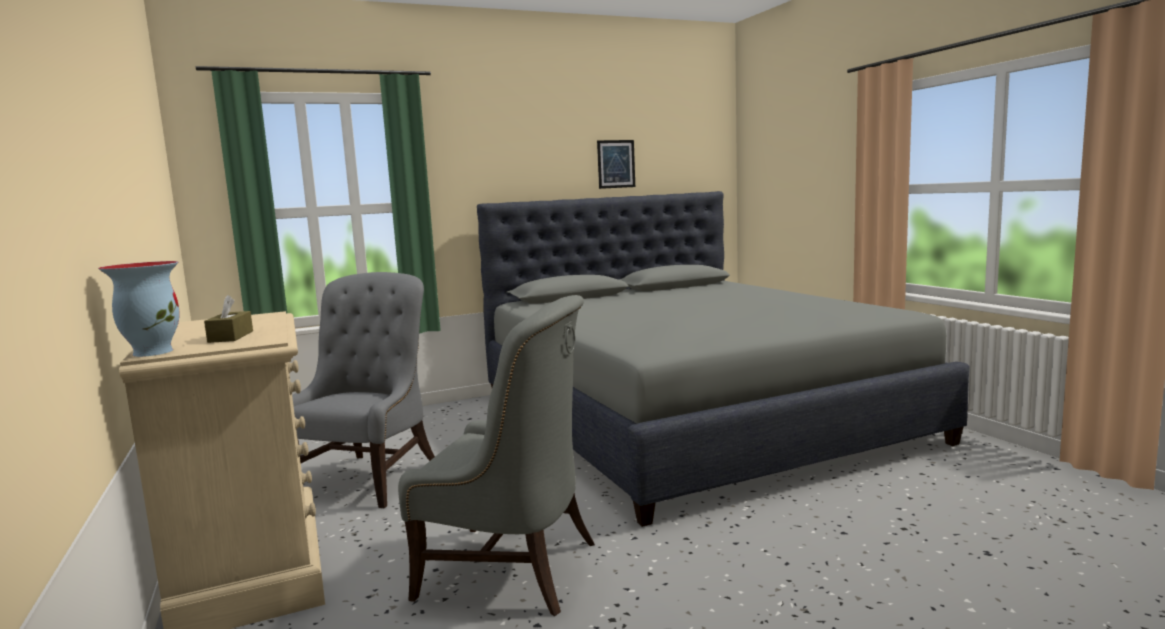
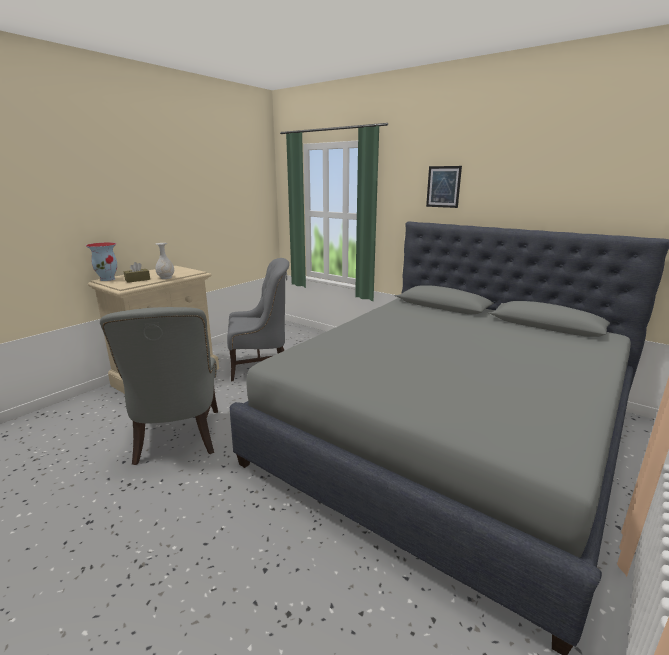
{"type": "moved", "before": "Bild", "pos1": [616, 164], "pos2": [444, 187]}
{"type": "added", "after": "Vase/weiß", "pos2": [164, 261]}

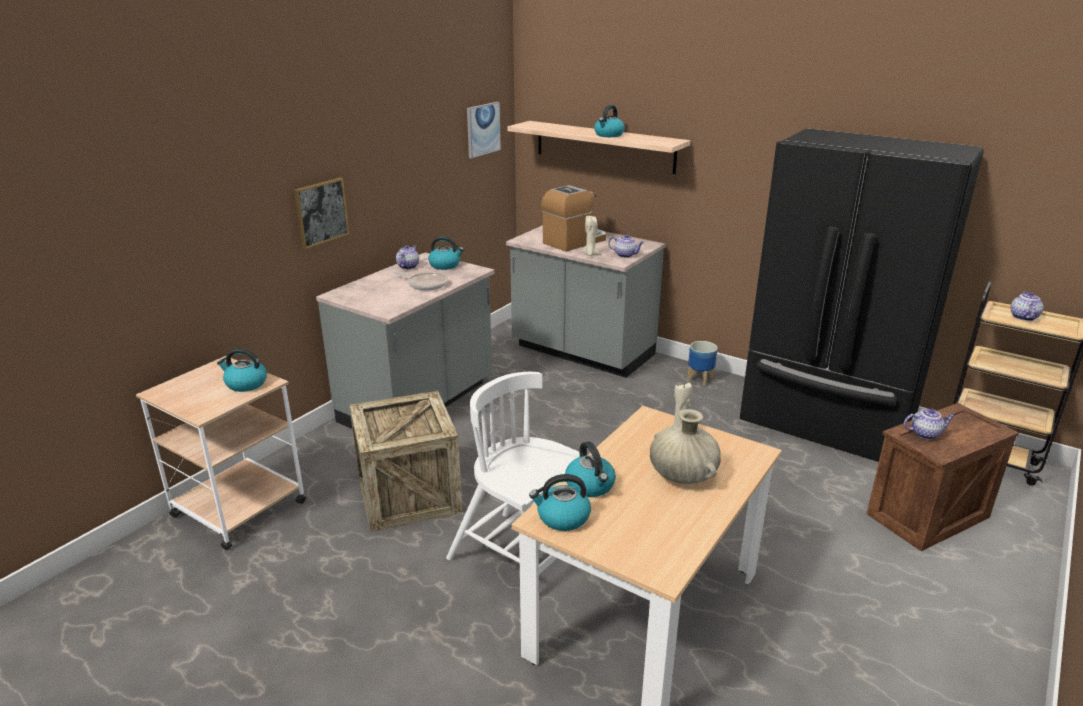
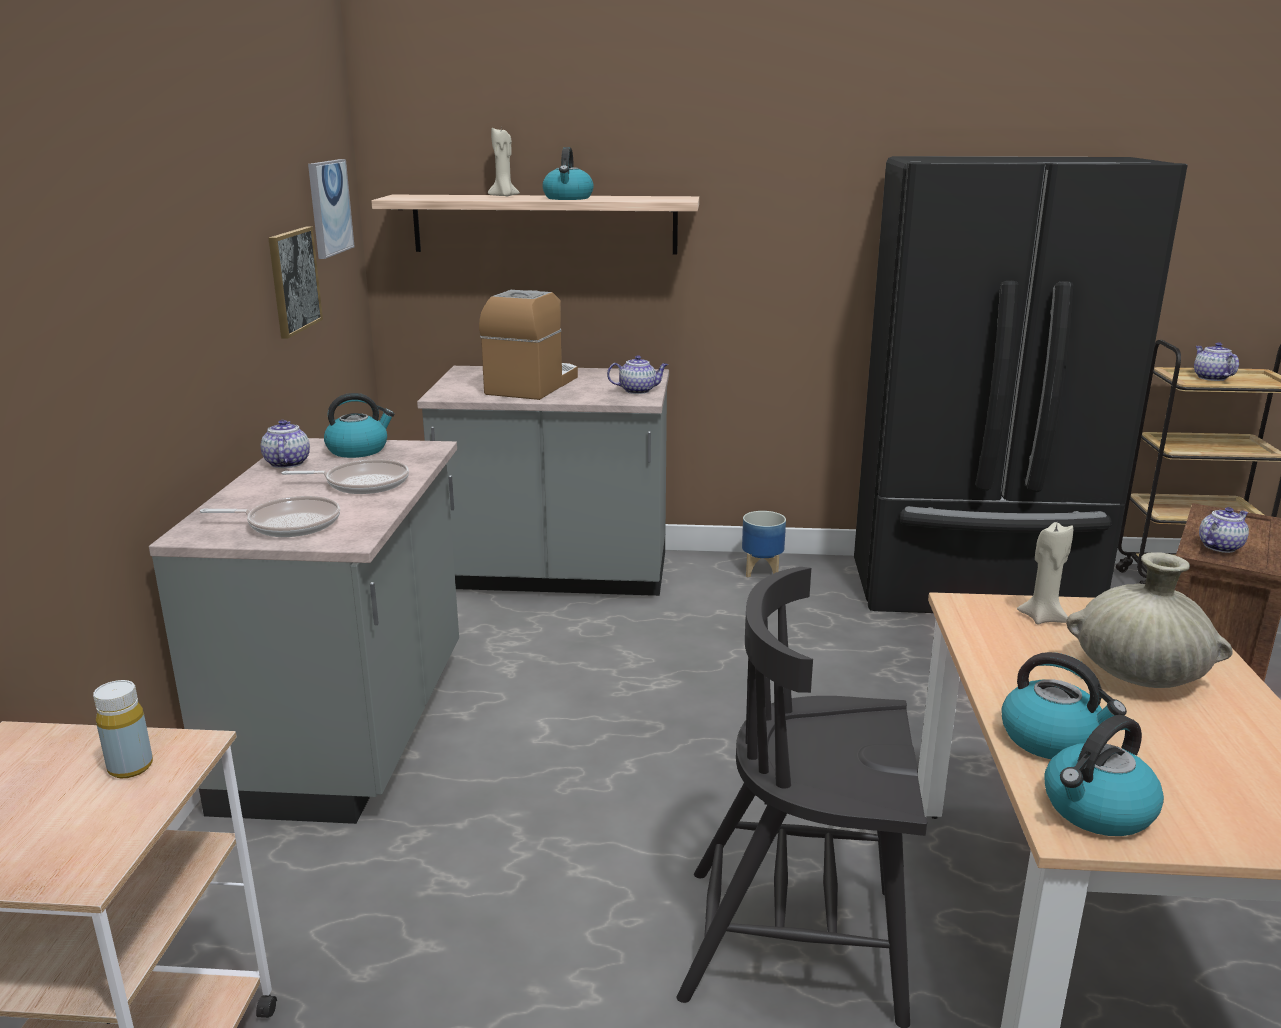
{"type": "moved", "before": "Bild", "pos1": [321, 213], "pos2": [295, 282]}
{"type": "moved", "before": "Kerze/beige", "pos1": [590, 236], "pos2": [504, 162]}
{"type": "replaced", "before": "Wasserkessel", "after": "Flasche/gelb", "pos1": [242, 370], "pos2": [123, 729]}
{"type": "recoloured", "before": "Stuhl/weiß", "after": "Stuhl/schwarz", "pos1": [513, 473], "pos2": [801, 797]}
{"type": "removed", "before": "Kiste", "pos1": [406, 461]}
{"type": "added", "after": "Pfanne", "pos2": [270, 516]}

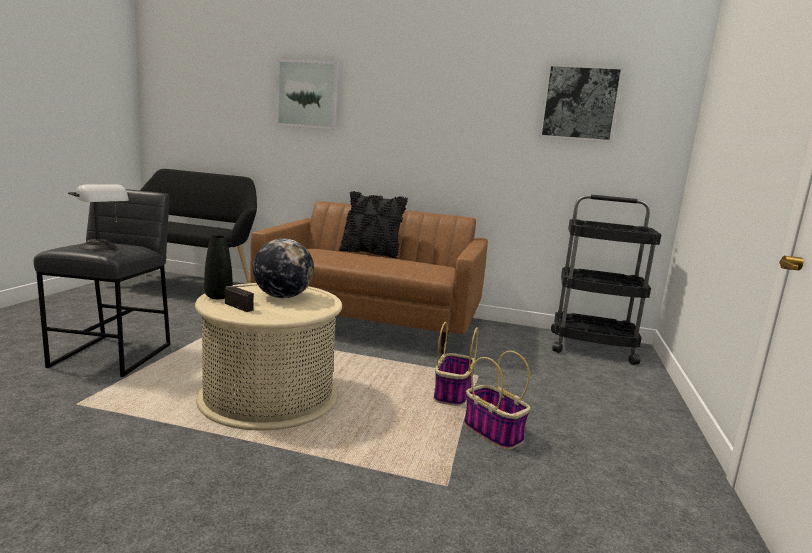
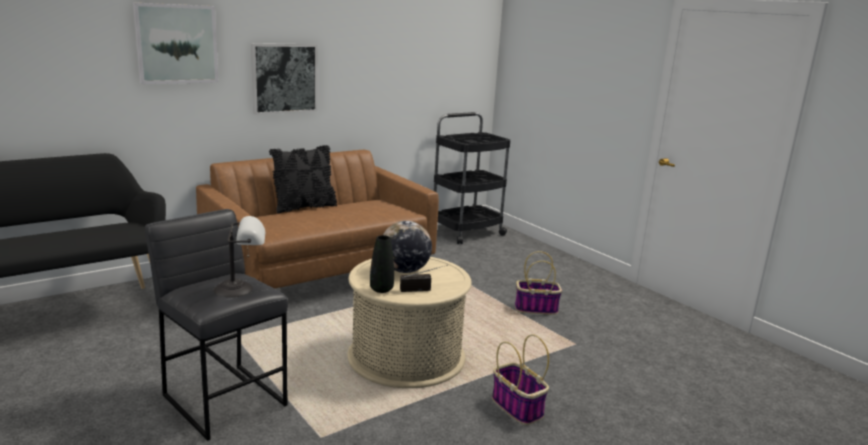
{"type": "moved", "before": "Bild", "pos1": [581, 103], "pos2": [284, 79]}
{"type": "moved", "before": "Korb", "pos1": [456, 364], "pos2": [520, 379]}

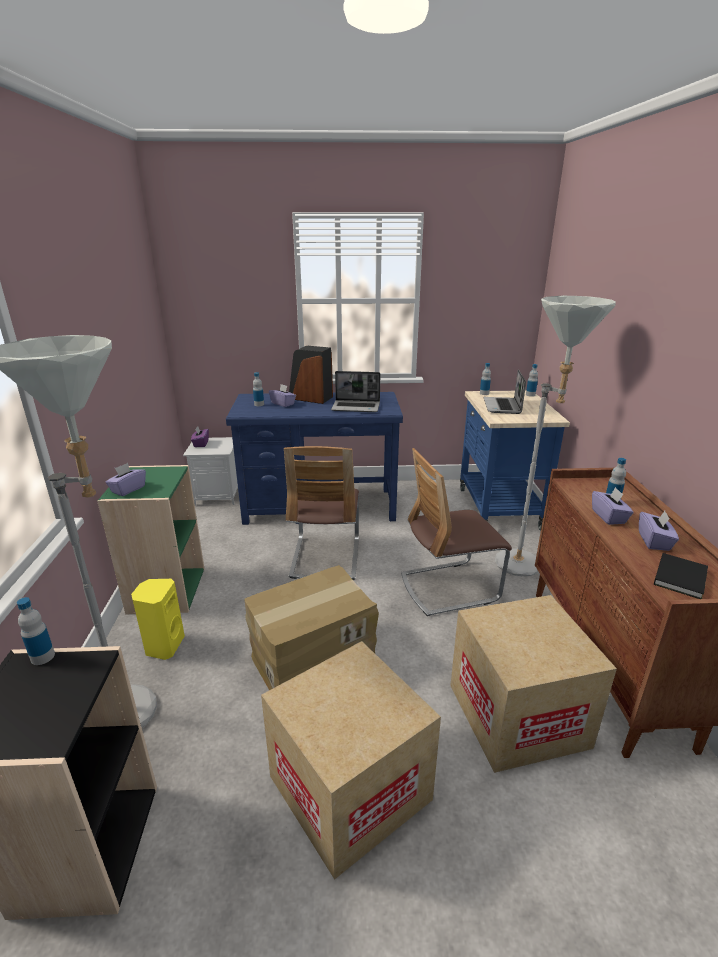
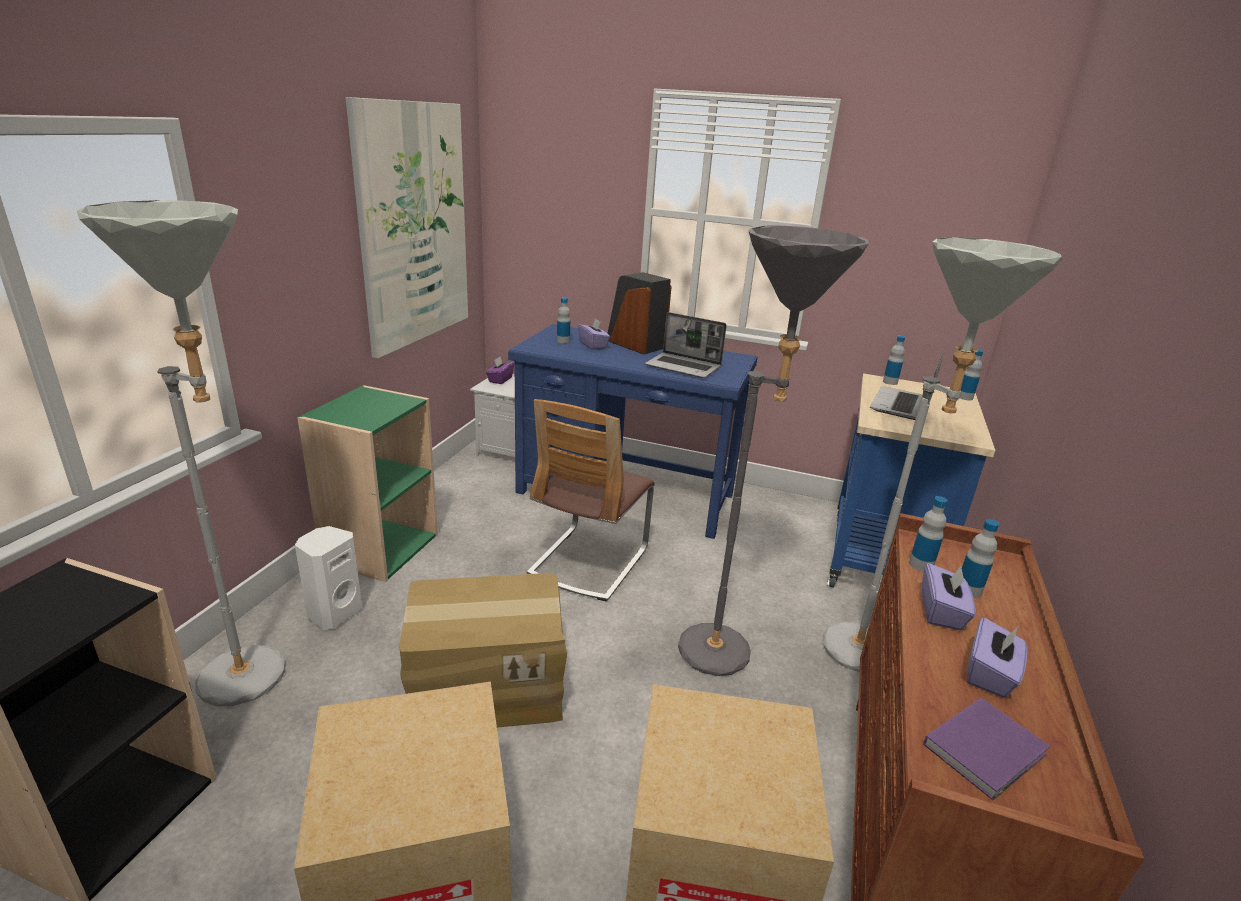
{"type": "replaced", "before": "Stuhl", "after": "Stehlampe/grau", "pos1": [456, 532], "pos2": [773, 451]}
{"type": "removed", "before": "Taschentuchbox/lila", "pos1": [126, 479]}
{"type": "recoloured", "before": "Buch/schwarz", "after": "Buch/lila", "pos1": [681, 576], "pos2": [987, 749]}
{"type": "recoloured", "before": "Lautsprecher/gelb", "after": "Lautsprecher/weiß", "pos1": [158, 619], "pos2": [328, 578]}
{"type": "moved", "before": "Flasche", "pos1": [36, 631], "pos2": [928, 534]}
{"type": "added", "after": "Bild", "pos2": [407, 228]}

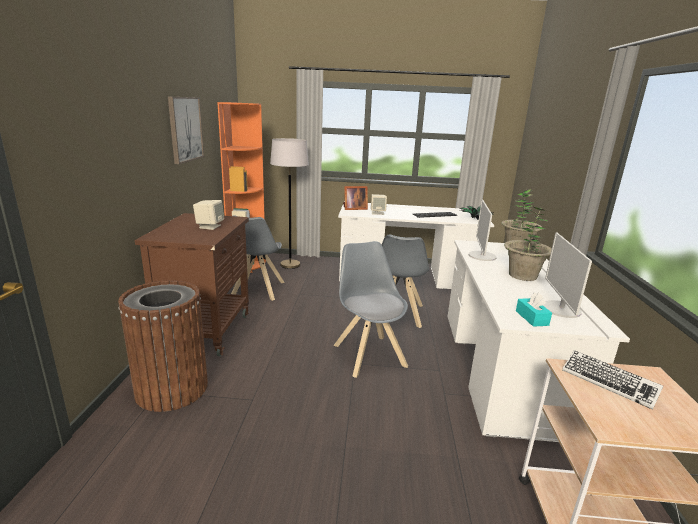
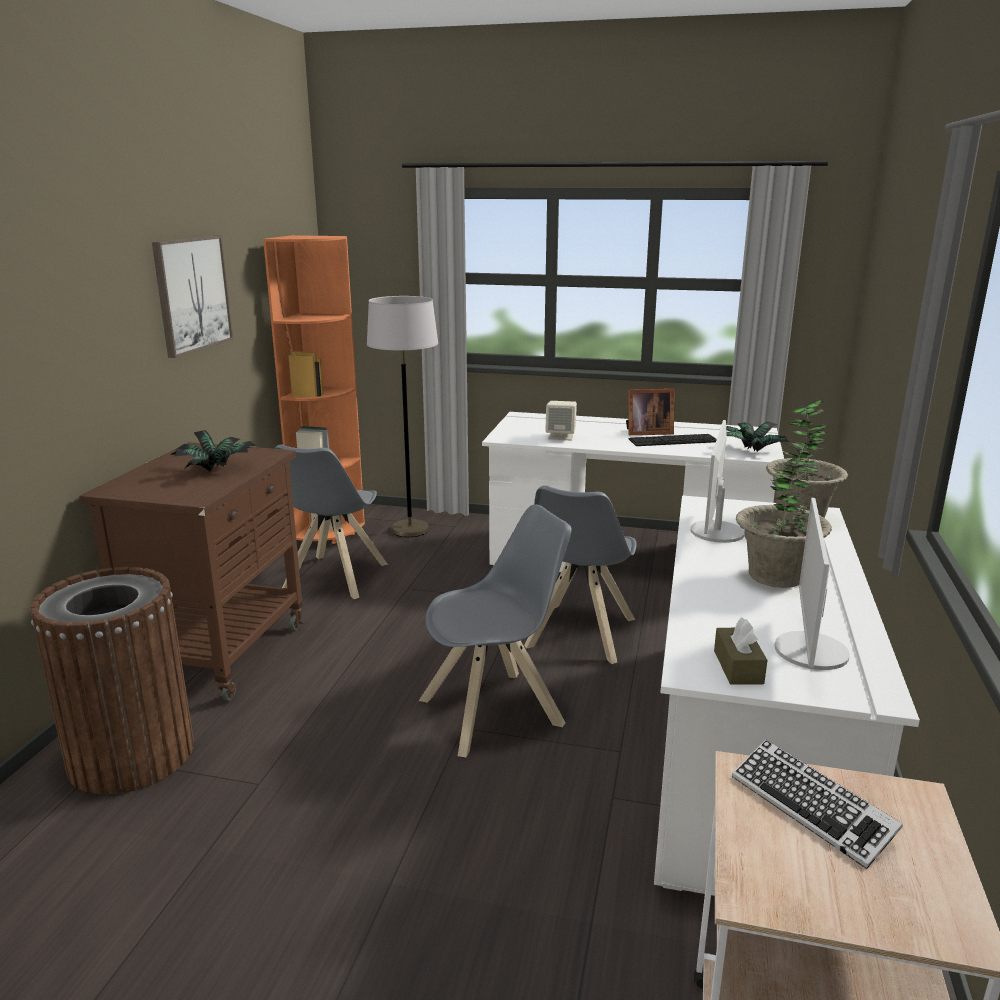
{"type": "moved", "before": "Bilderrahmen", "pos1": [355, 198], "pos2": [650, 412]}
{"type": "replaced", "before": "Lautsprecher/beige", "after": "Topfpflanze", "pos1": [208, 215], "pos2": [213, 450]}
{"type": "turned", "before": "Stuhl/grau", "pos1": [371, 309], "pos2": [495, 630], "turn": 75}
{"type": "recoloured", "before": "Taschentuchbox/türkis", "after": "Taschentuchbox/braun", "pos1": [534, 309], "pos2": [740, 651]}

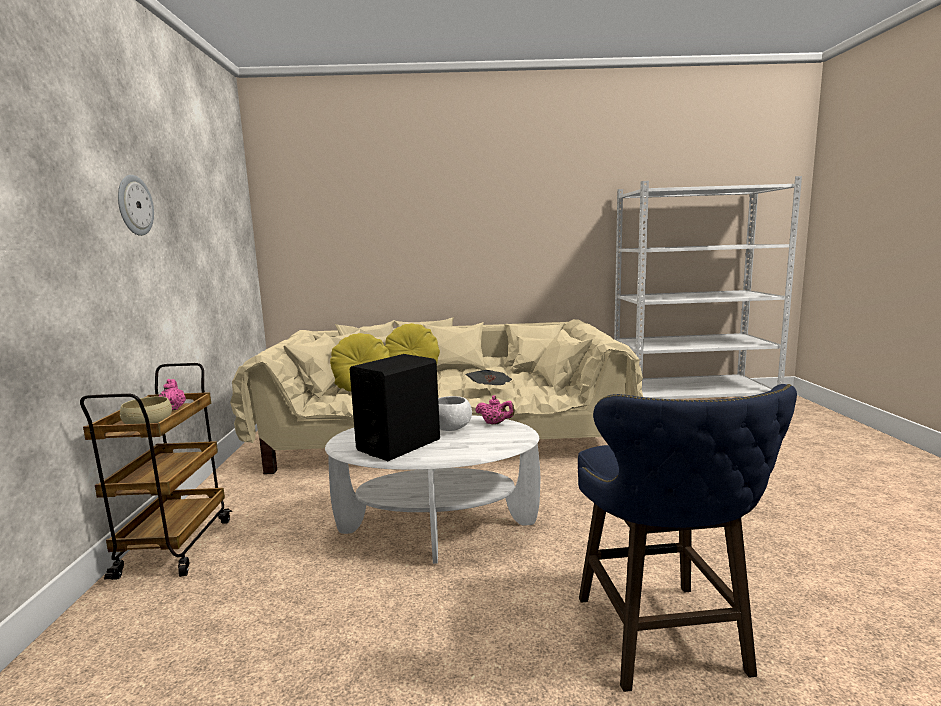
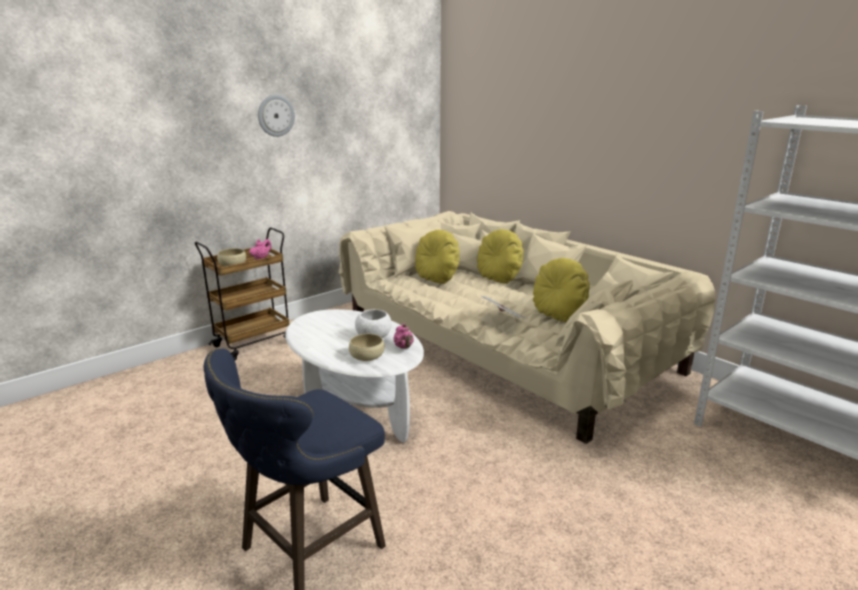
{"type": "removed", "before": "Lautsprecher/schwarz", "pos1": [395, 407]}
{"type": "added", "after": "Kissen/gelb", "pos2": [561, 290]}
{"type": "added", "after": "Schüssel/beige", "pos2": [367, 347]}

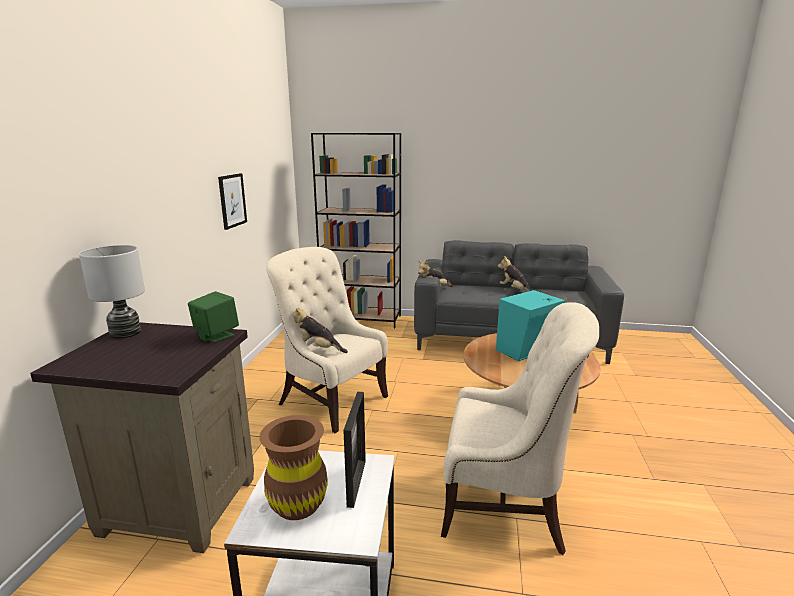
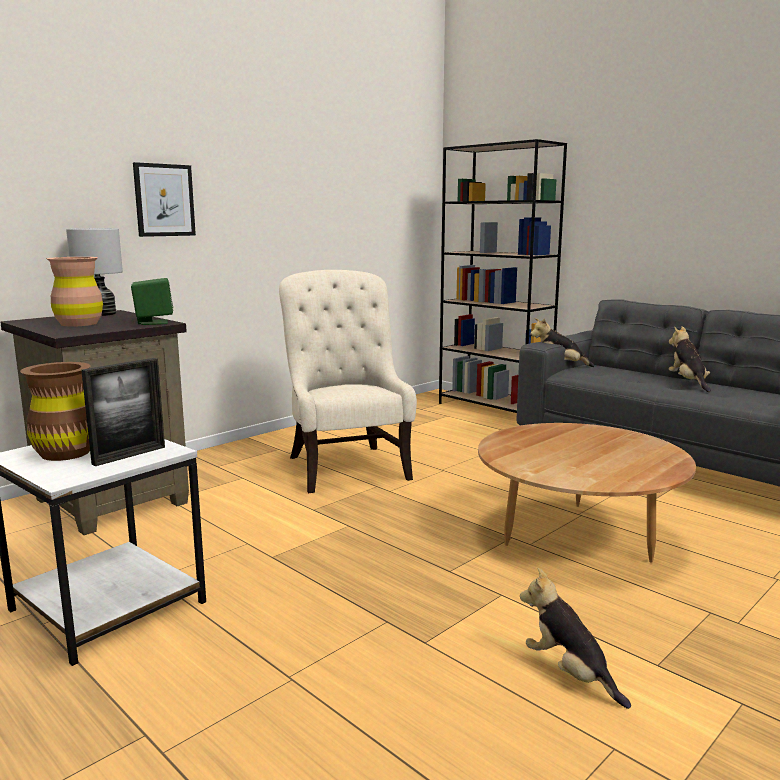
{"type": "moved", "before": "Bild", "pos1": [232, 201], "pos2": [164, 199]}
{"type": "removed", "before": "Lautsprecher/türkis", "pos1": [530, 325]}
{"type": "removed", "before": "Sessel/beige", "pos1": [520, 428]}
{"type": "moved", "before": "Plüschtier", "pos1": [320, 330], "pos2": [575, 638]}
{"type": "added", "after": "Vase/braun", "pos2": [74, 292]}

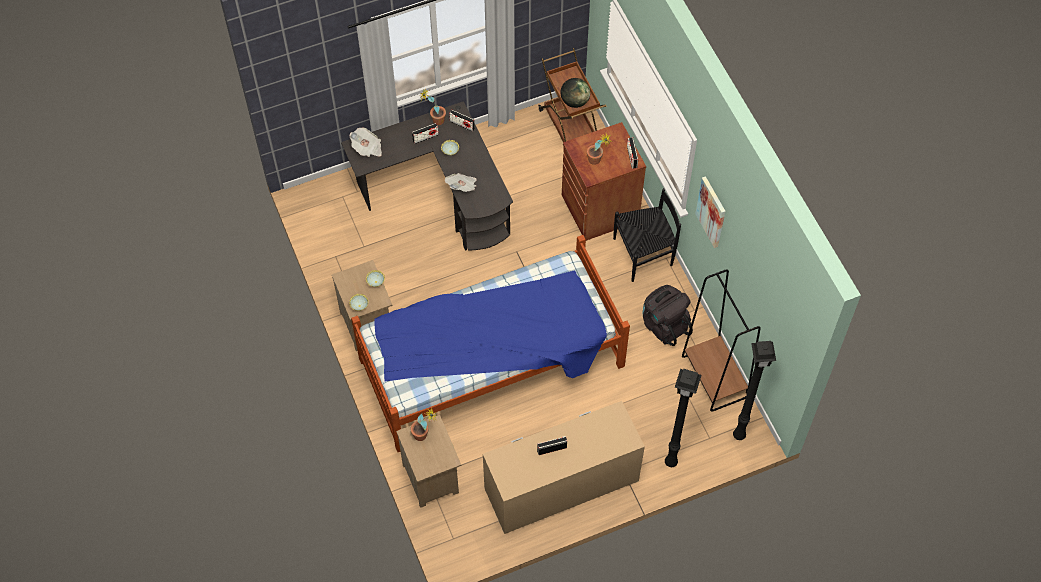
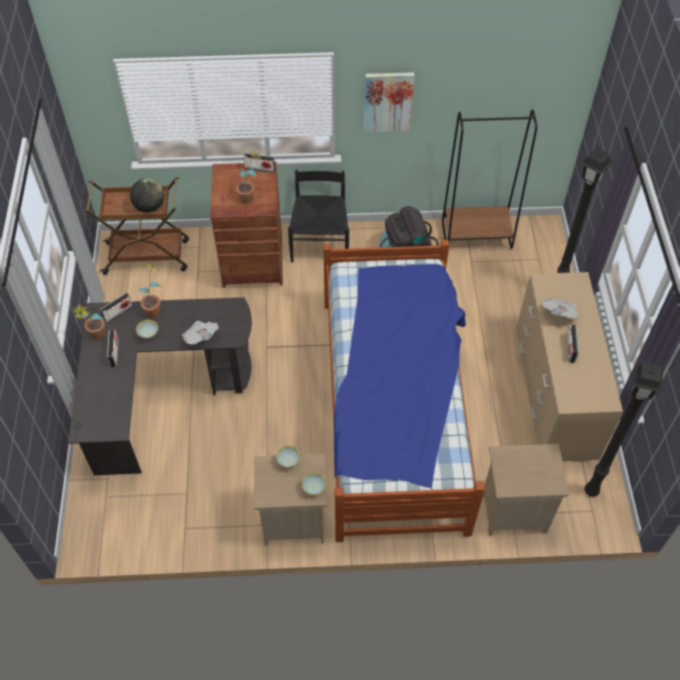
{"type": "moved", "before": "Zeitung", "pos1": [366, 142], "pos2": [560, 308]}
{"type": "moved", "before": "Stehlampe/schwarz", "pos1": [754, 390], "pos2": [623, 429]}
{"type": "moved", "before": "Topfpflanze", "pos1": [423, 424], "pos2": [150, 291]}

